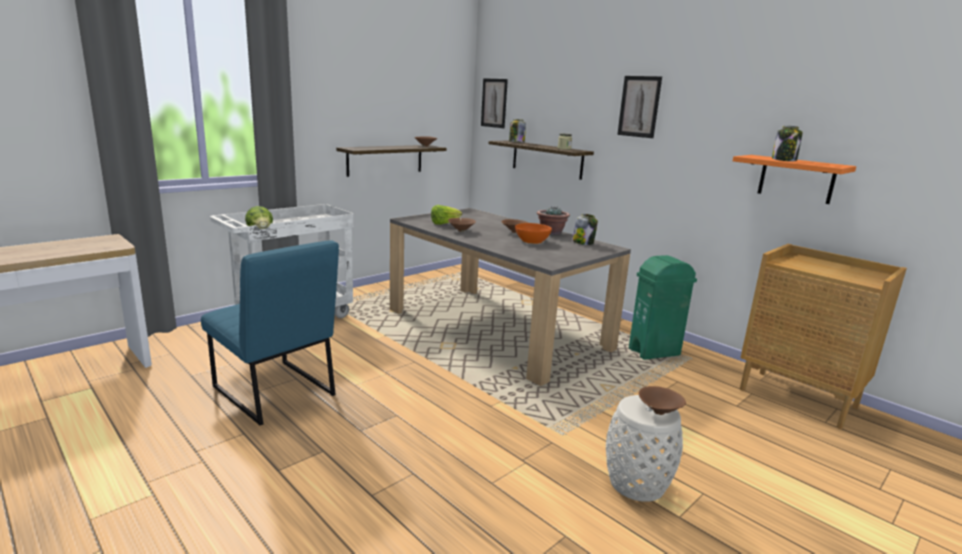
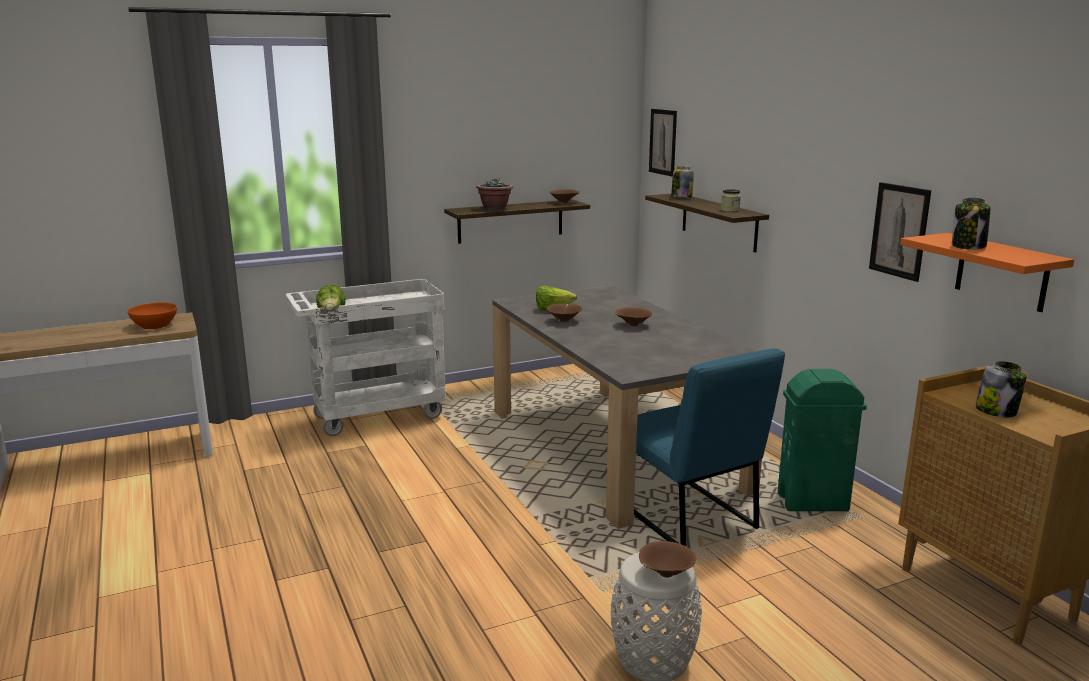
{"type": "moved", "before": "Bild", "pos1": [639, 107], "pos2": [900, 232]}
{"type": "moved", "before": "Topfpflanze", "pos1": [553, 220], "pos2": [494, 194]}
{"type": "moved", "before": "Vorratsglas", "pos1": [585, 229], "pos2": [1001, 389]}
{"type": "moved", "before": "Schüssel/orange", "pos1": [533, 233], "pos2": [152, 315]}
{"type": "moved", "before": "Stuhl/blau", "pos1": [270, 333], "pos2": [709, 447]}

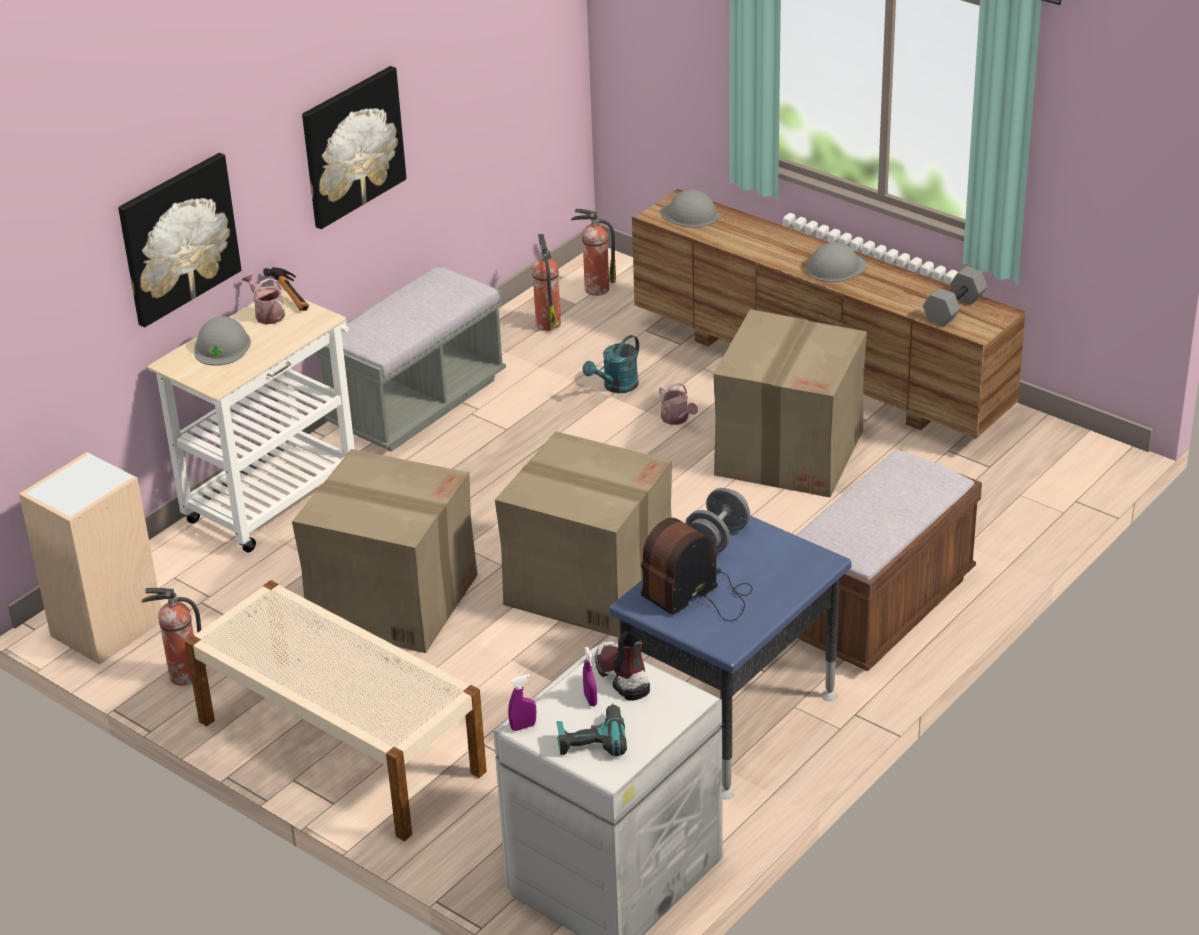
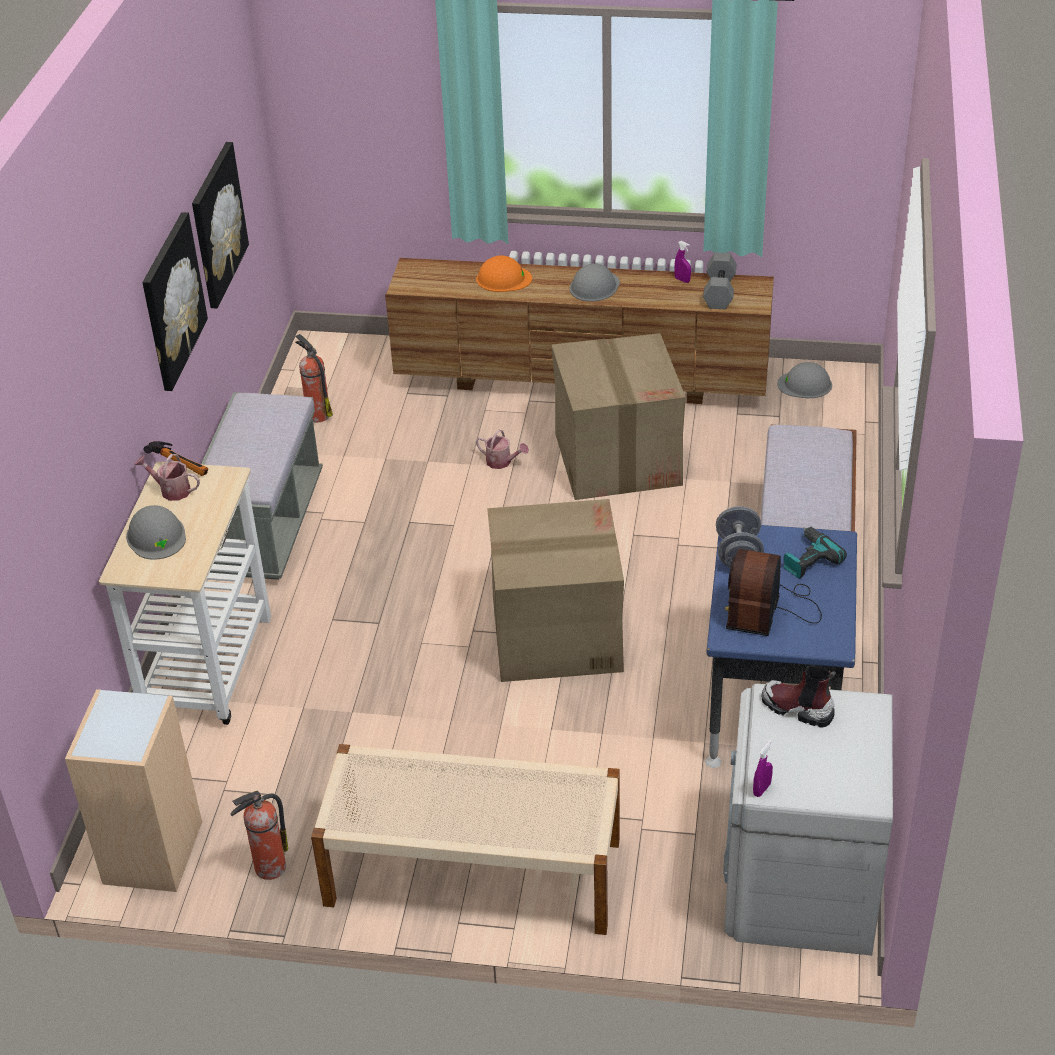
{"type": "moved", "before": "Bild", "pos1": [179, 240], "pos2": [220, 225]}
{"type": "moved", "before": "Schutzhelm/grau", "pos1": [690, 208], "pos2": [804, 380]}
{"type": "removed", "before": "Feuerlöscher", "pos1": [593, 252]}
{"type": "removed", "before": "Gießkanne/türkis", "pos1": [611, 364]}
{"type": "removed", "before": "Karton", "pos1": [385, 551]}
{"type": "moved", "before": "Sprühflasche/lila", "pos1": [590, 676], "pos2": [682, 262]}
{"type": "moved", "before": "Bohrmaschine", "pos1": [591, 730], "pos2": [815, 553]}
{"type": "added", "after": "Schutzhelm/orange", "pos2": [504, 274]}

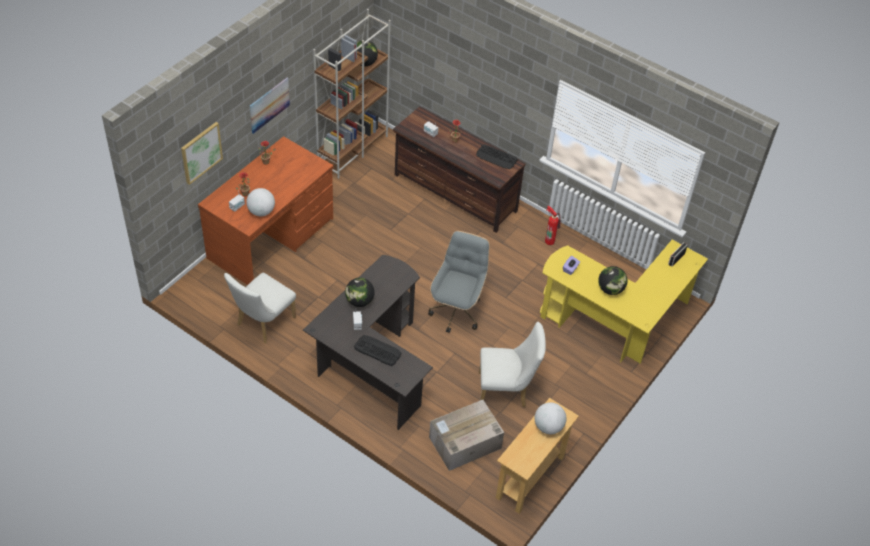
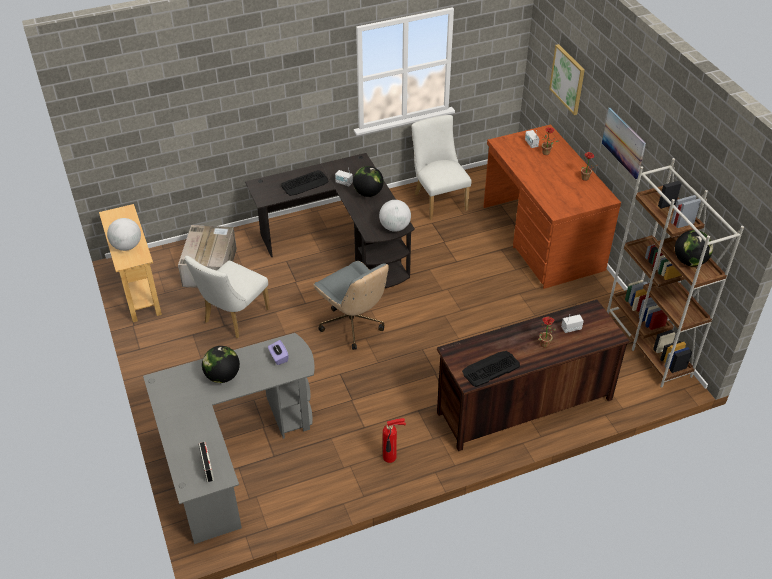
{"type": "moved", "before": "Globus", "pos1": [260, 202], "pos2": [395, 216]}
{"type": "recoloured", "before": "Schreibtisch/gelb", "after": "Schreibtisch/grau", "pos1": [624, 302], "pos2": [229, 438]}

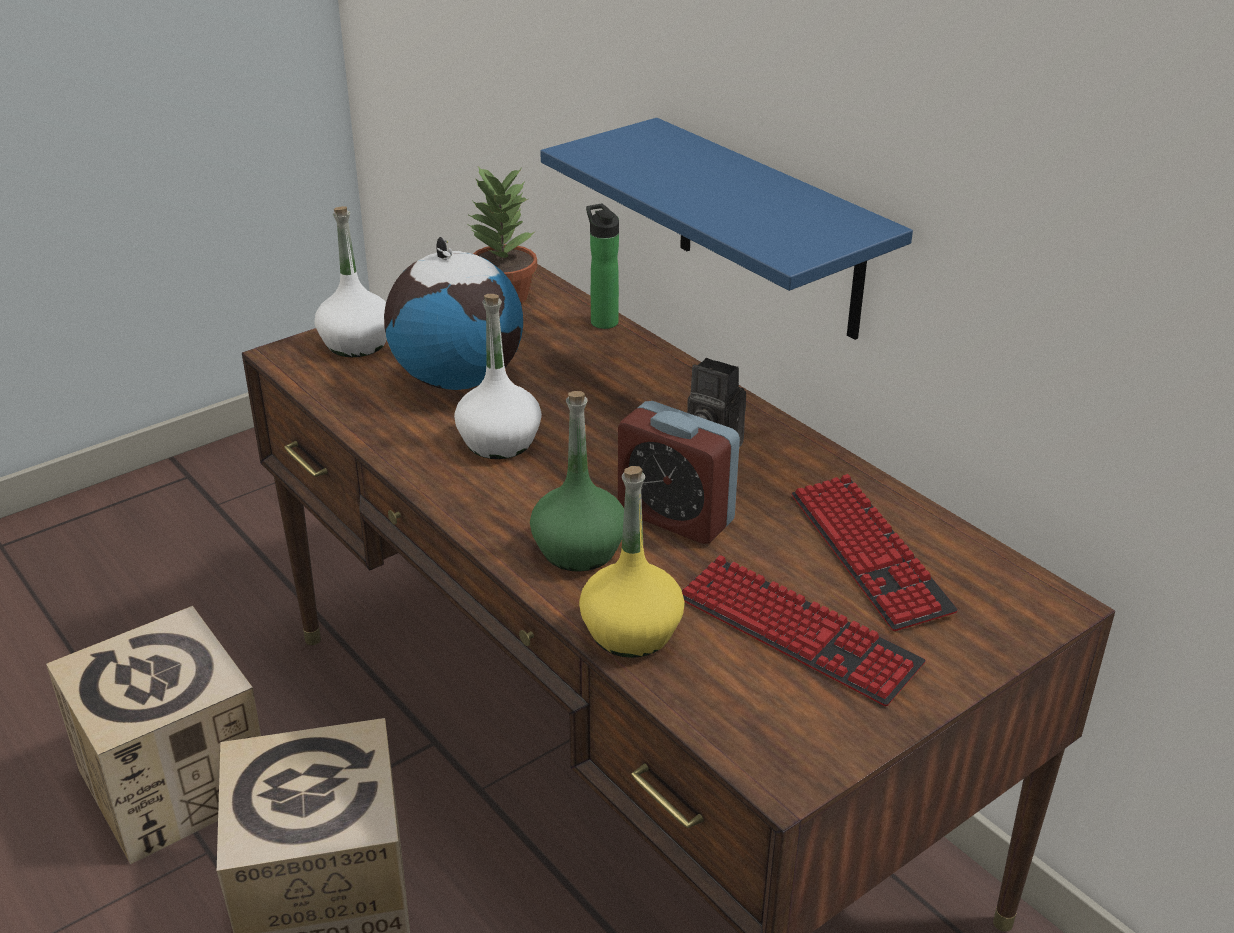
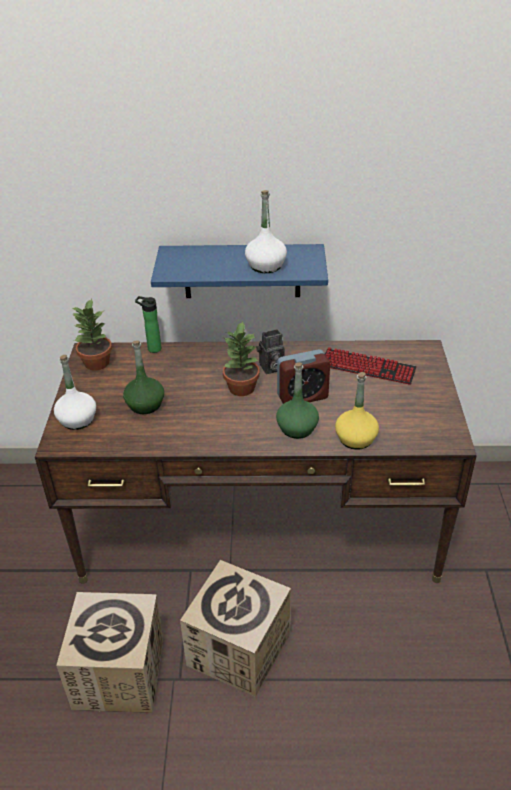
{"type": "replaced", "before": "Globus", "after": "Flasche/grün", "pos1": [453, 313], "pos2": [143, 377]}
{"type": "moved", "before": "Flasche/weiß", "pos1": [498, 376], "pos2": [266, 231]}
{"type": "removed", "before": "Tastatur", "pos1": [804, 630]}
{"type": "added", "after": "Topfpflanze", "pos2": [241, 358]}

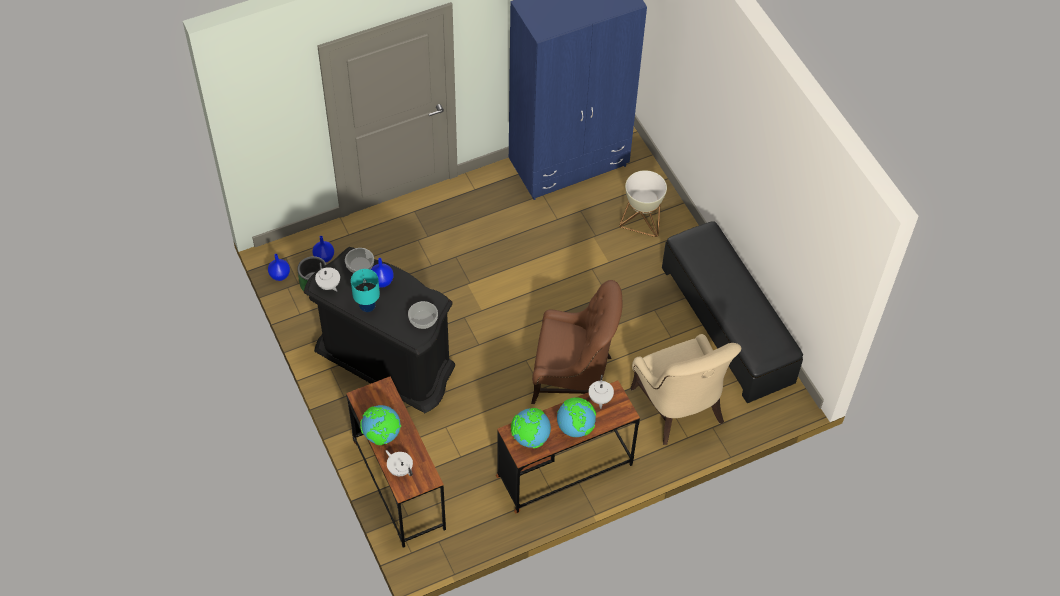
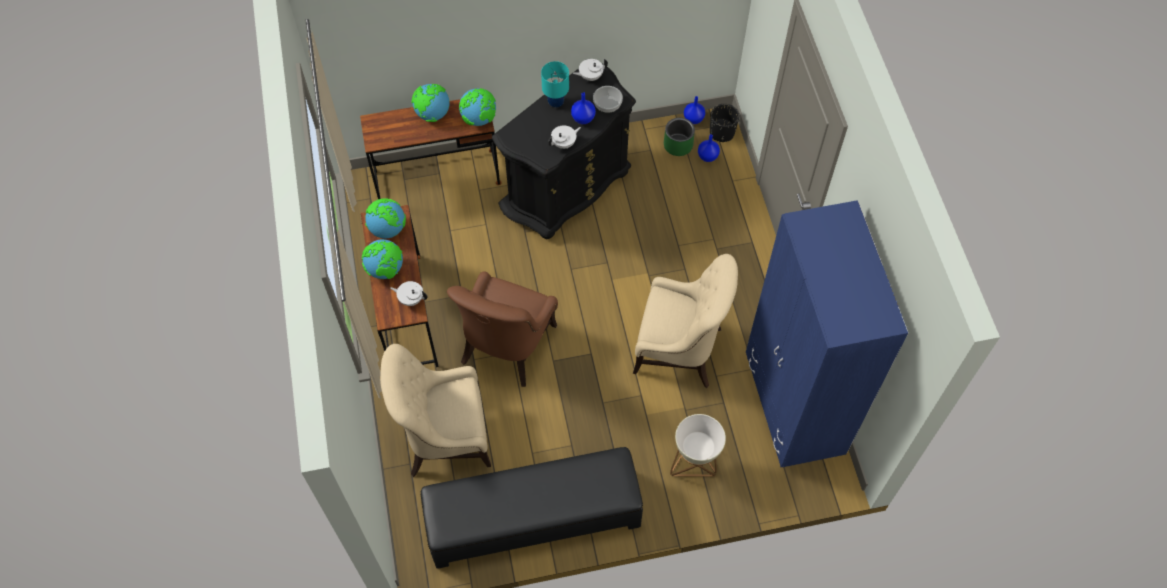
{"type": "removed", "before": "Schüssel", "pos1": [423, 315]}
{"type": "moved", "before": "Teekanne/weiß", "pos1": [399, 463], "pos2": [564, 137]}
{"type": "added", "after": "Globus", "pos2": [477, 107]}
{"type": "added", "after": "Pflanzkübel/schwarz", "pos2": [724, 123]}
{"type": "added", "after": "Stuhl/beige", "pos2": [685, 321]}

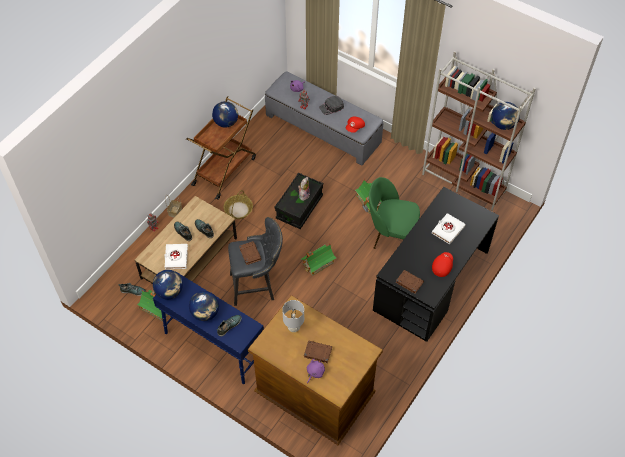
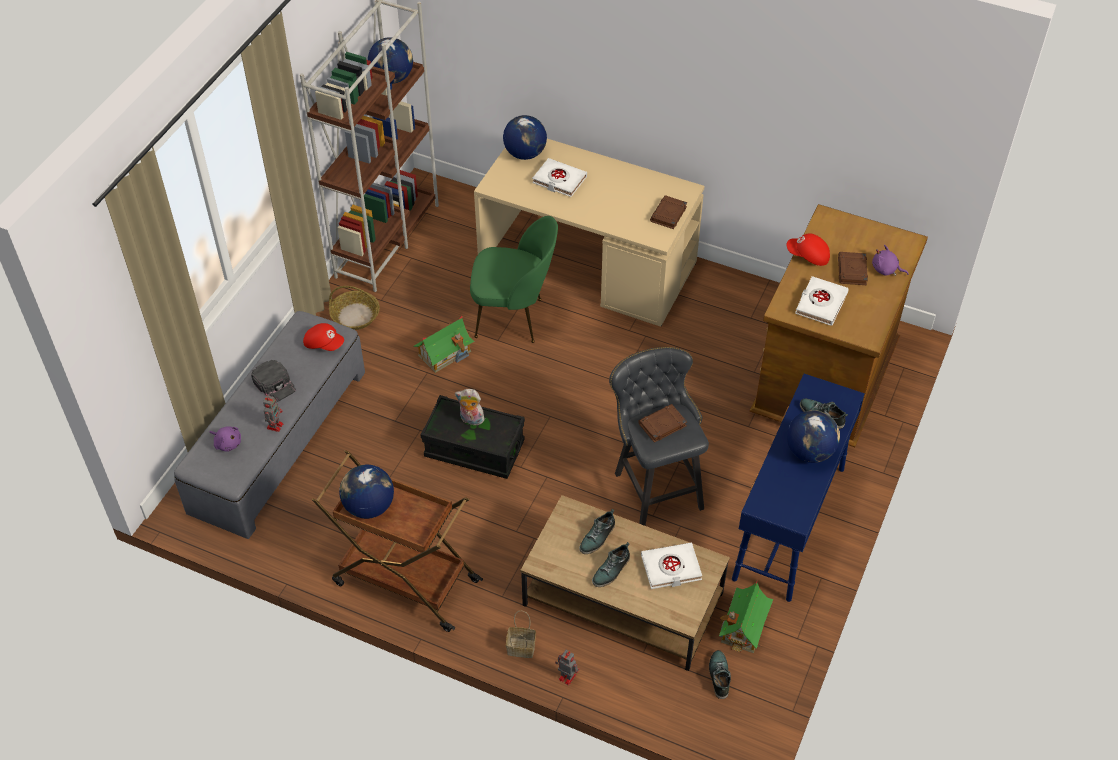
{"type": "turned", "before": "Stuhl/grün", "pos1": [394, 213], "pos2": [514, 279], "turn": -90}
{"type": "recoloured", "before": "Schreibtisch/schwarz", "after": "Schreibtisch/beige", "pos1": [436, 264], "pos2": [589, 233]}
{"type": "moved", "before": "Korb", "pos1": [238, 204], "pos2": [354, 308]}
{"type": "removed", "before": "Spielzeughaus", "pos1": [318, 260]}
{"type": "moved", "before": "Kappe/rot", "pos1": [442, 264], "pos2": [808, 249]}
{"type": "moved", "before": "Globus", "pos1": [168, 284], "pos2": [525, 137]}
{"type": "replaced", "before": "Tischlampe/grau", "after": "Buch/weiß", "pos1": [293, 316], "pos2": [822, 301]}

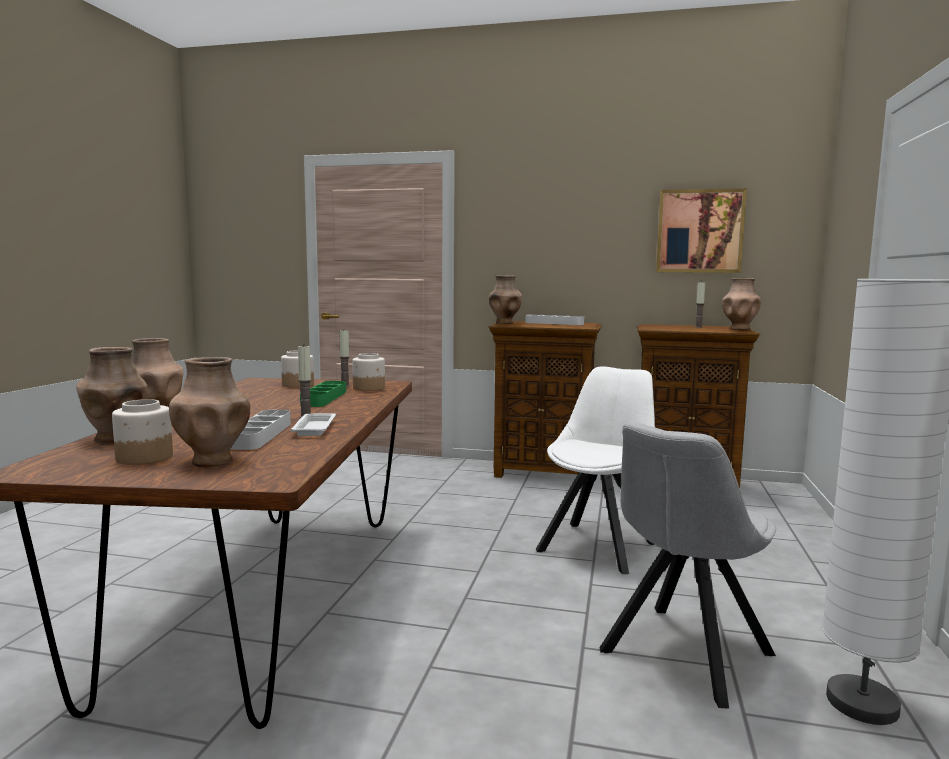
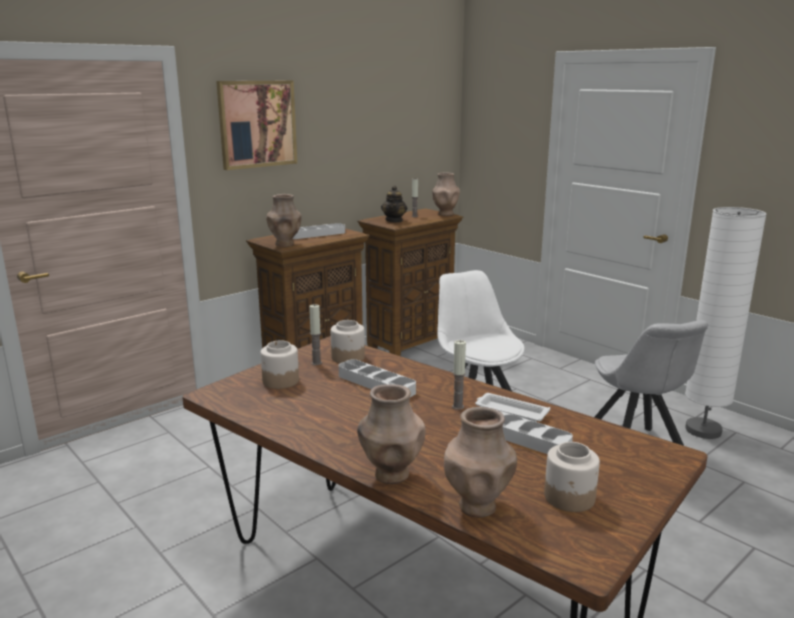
{"type": "moved", "before": "Bild", "pos1": [701, 230], "pos2": [256, 125]}
{"type": "removed", "before": "Vase/braun", "pos1": [209, 412]}
{"type": "recoloured", "before": "Tablett/grün", "after": "Tablett/grau", "pos1": [323, 394], "pos2": [377, 378]}
{"type": "added", "after": "Teekanne", "pos2": [394, 203]}

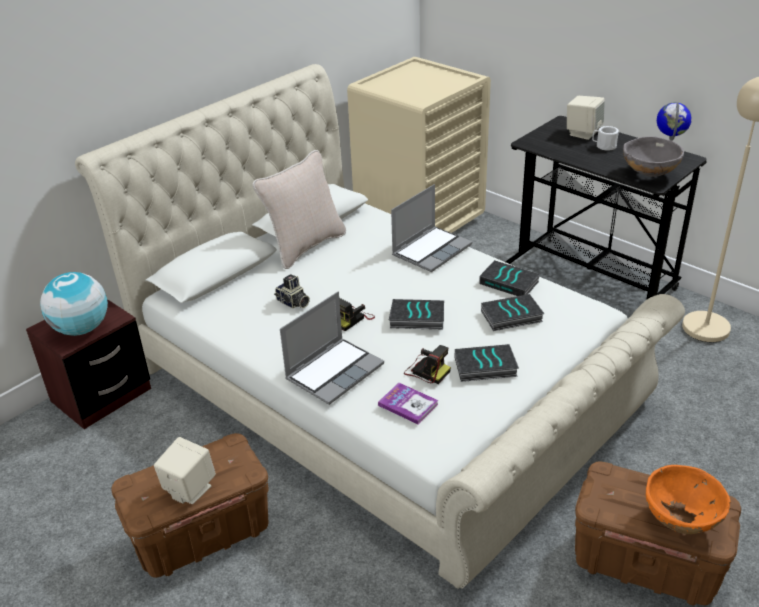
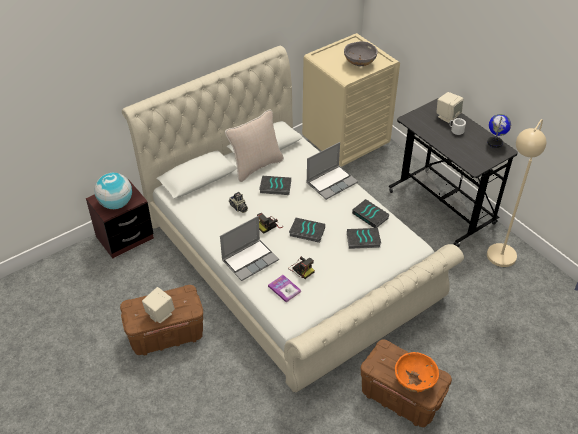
{"type": "moved", "before": "Schüssel/grau", "pos1": [653, 156], "pos2": [361, 53]}
{"type": "moved", "before": "Buch", "pos1": [487, 363], "pos2": [275, 185]}

